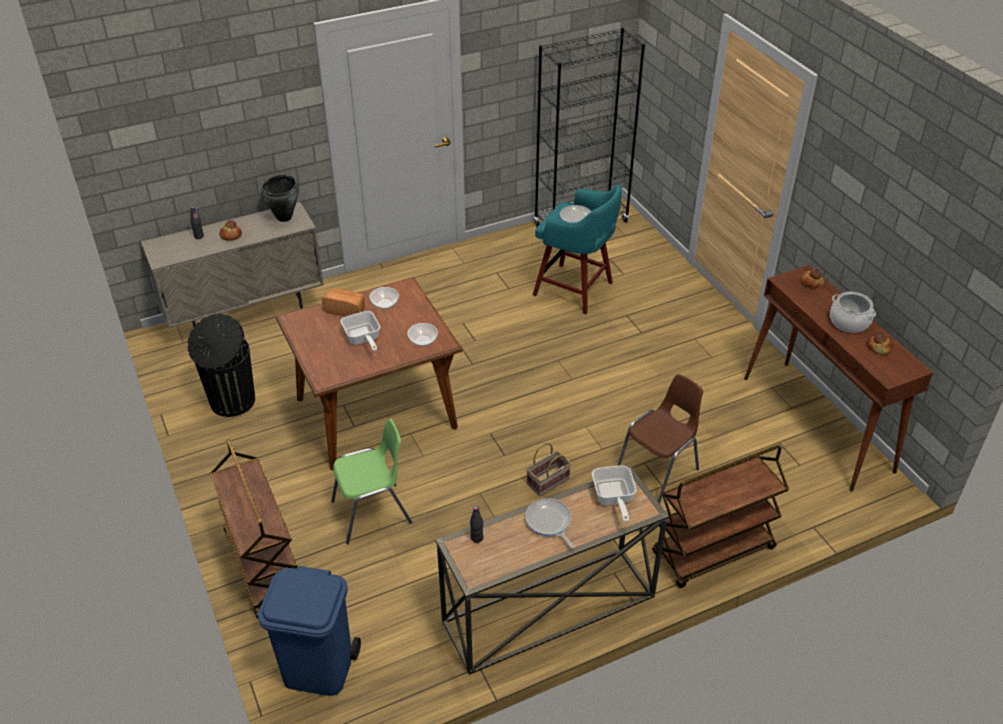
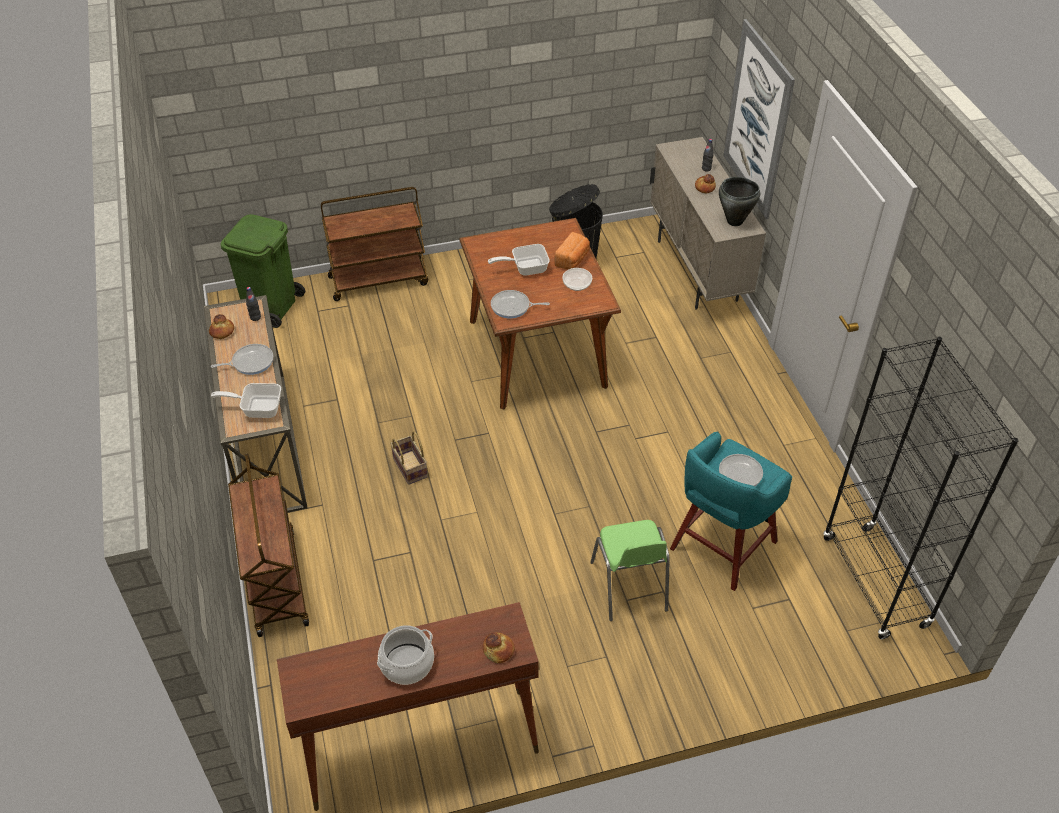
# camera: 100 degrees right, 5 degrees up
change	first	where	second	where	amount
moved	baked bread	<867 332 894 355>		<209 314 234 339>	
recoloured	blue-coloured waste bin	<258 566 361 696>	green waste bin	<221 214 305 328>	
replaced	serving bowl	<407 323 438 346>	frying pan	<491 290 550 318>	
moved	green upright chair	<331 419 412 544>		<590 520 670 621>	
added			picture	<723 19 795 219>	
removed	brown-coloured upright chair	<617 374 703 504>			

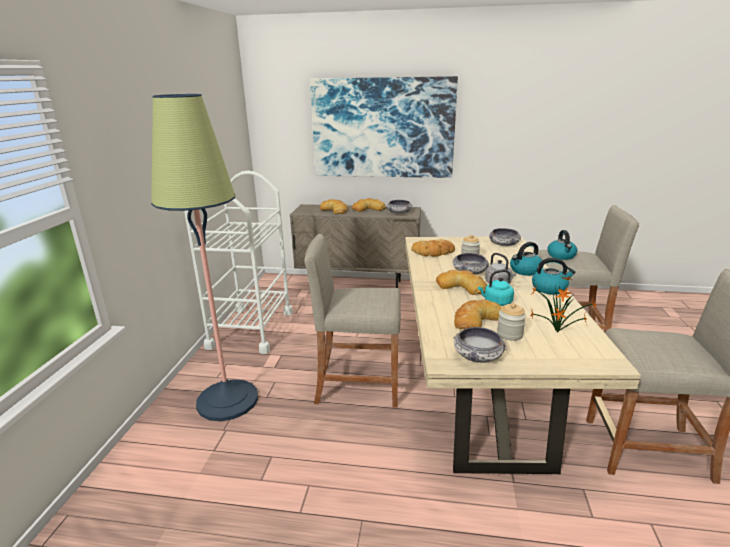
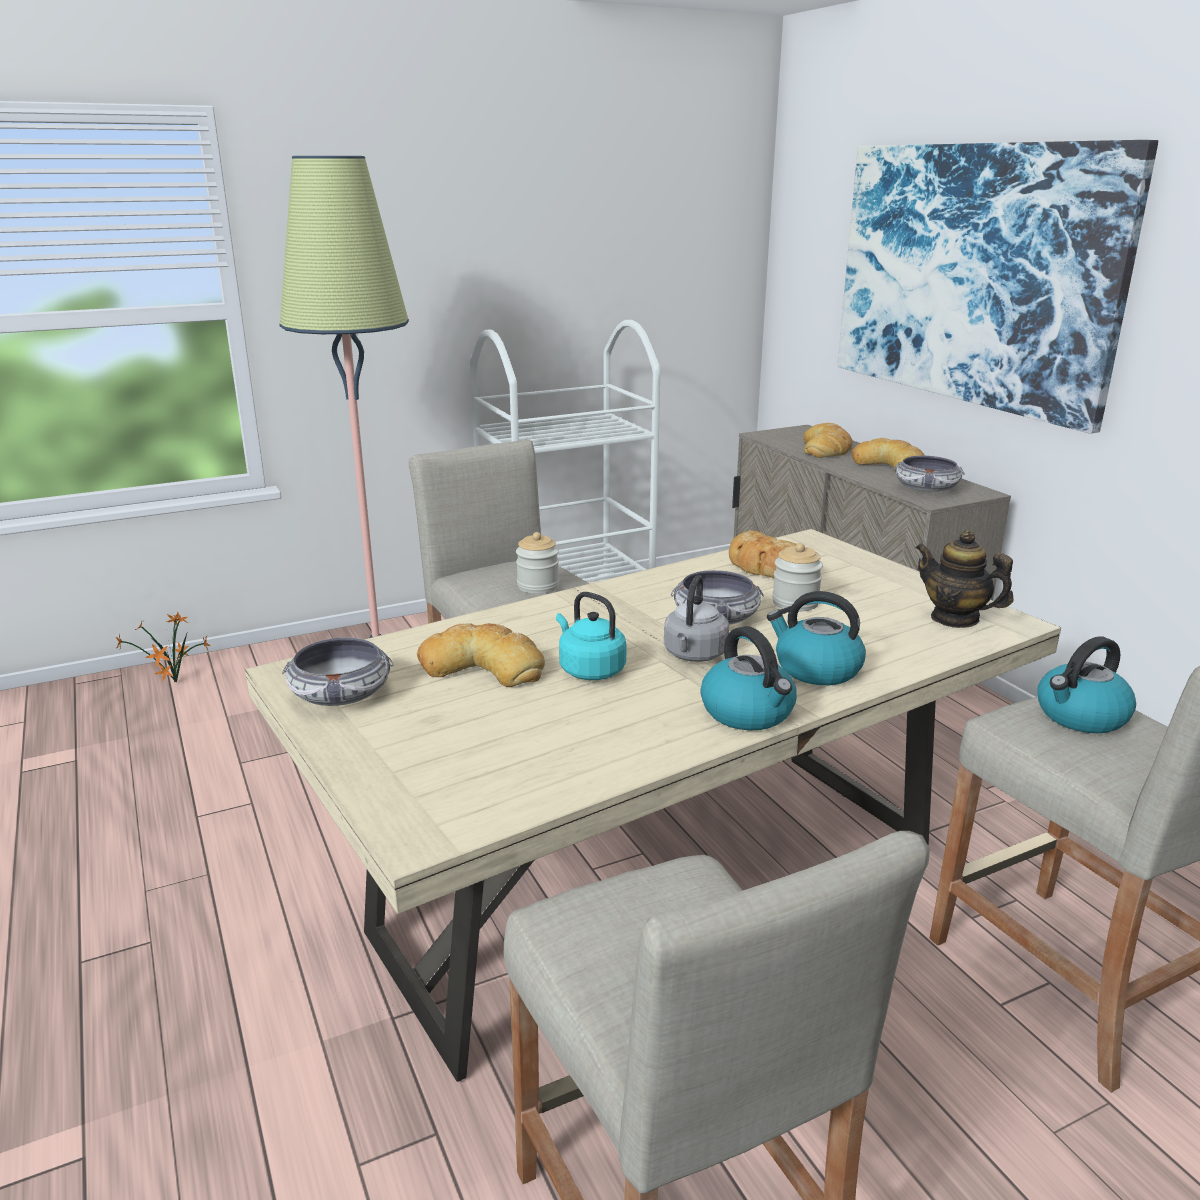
# camera: 55 degrees right, 0 degrees up
change	first	where	second	where	amount
moved	potted plant	<530 277 597 332>		<115 612 211 682>	
moved	preserve jar	<497 303 526 341>		<516 532 559 594>	
replaced	serving bowl	<489 228 521 246>	teapot	<915 530 1013 628>	
removed	baked bread	<436 269 487 295>			

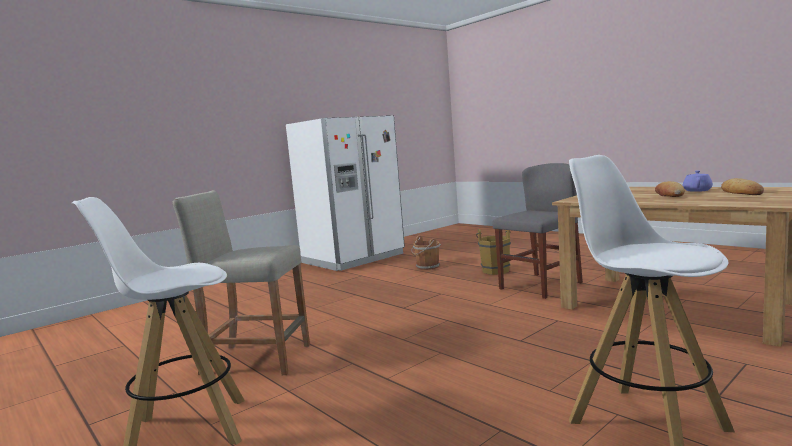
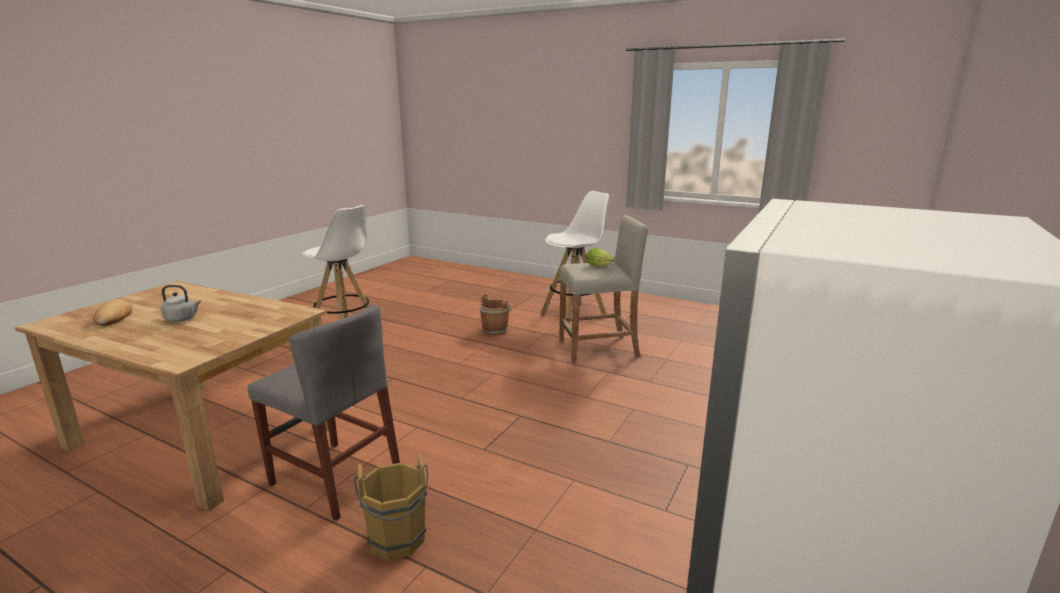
# camera: 160 degrees right, 10 degrees up
change	first	where	second	where	amount
replaced	baked bread	<655 181 685 197>	grey water kettle	<161 285 201 322>	
turned	grey upright chair	<492 163 583 299>		<248 304 400 521>	90 degrees counterclockwise
moved	brown-coloured bucket	<412 236 441 270>		<478 294 512 335>	
added			lettuce head	<587 248 615 267>	
removed	purple teapot	<683 170 713 192>			

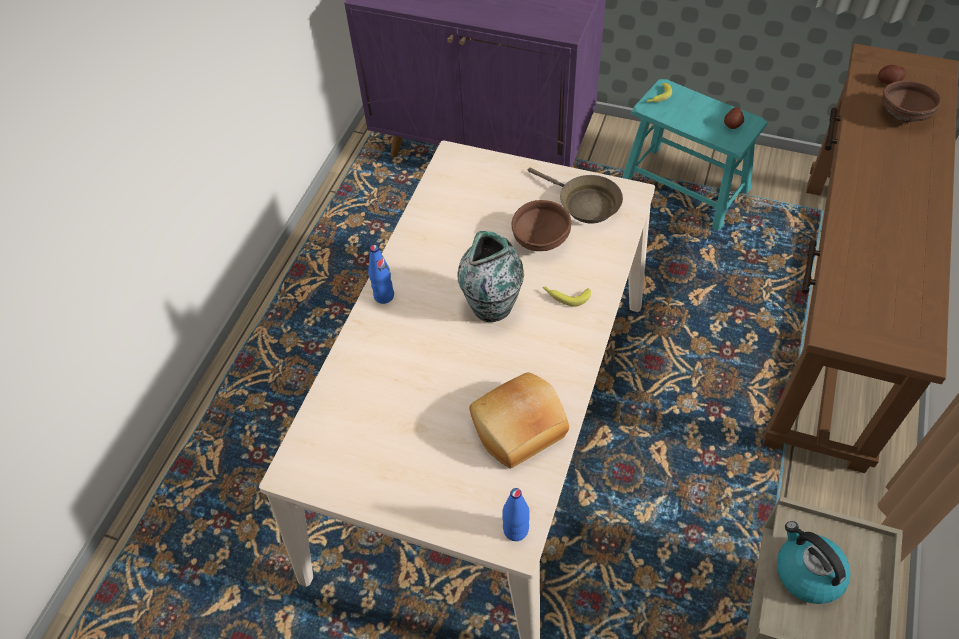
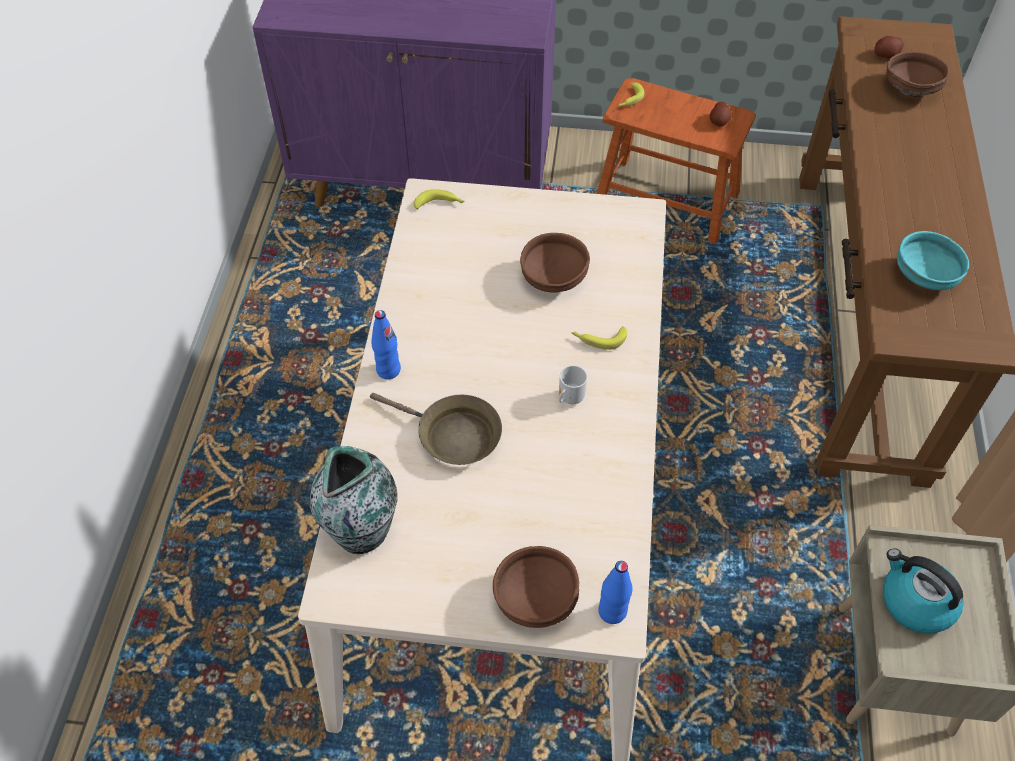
# camera: 15 degrees left, 0 degrees up
change	first	where	second	where	amount
moved	decorative vase	<457 231 524 322>		<310 446 398 554>	
moved	brown-coloured frying pan	<528 168 623 224>		<370 393 502 465>	
added			banana fruit	<414 189 465 209>	
added			brown-coloured serving bowl	<493 546 579 628>	
added			tea mug	<559 365 587 404>	
recoloured	turquoise-coloured sitting stool	<622 79 768 231>	brown-coloured sitting stool	<597 78 756 244>	
added			turquoise-coloured serving bowl	<897 231 969 290>	
removed	baked bread	<469 372 569 469>			

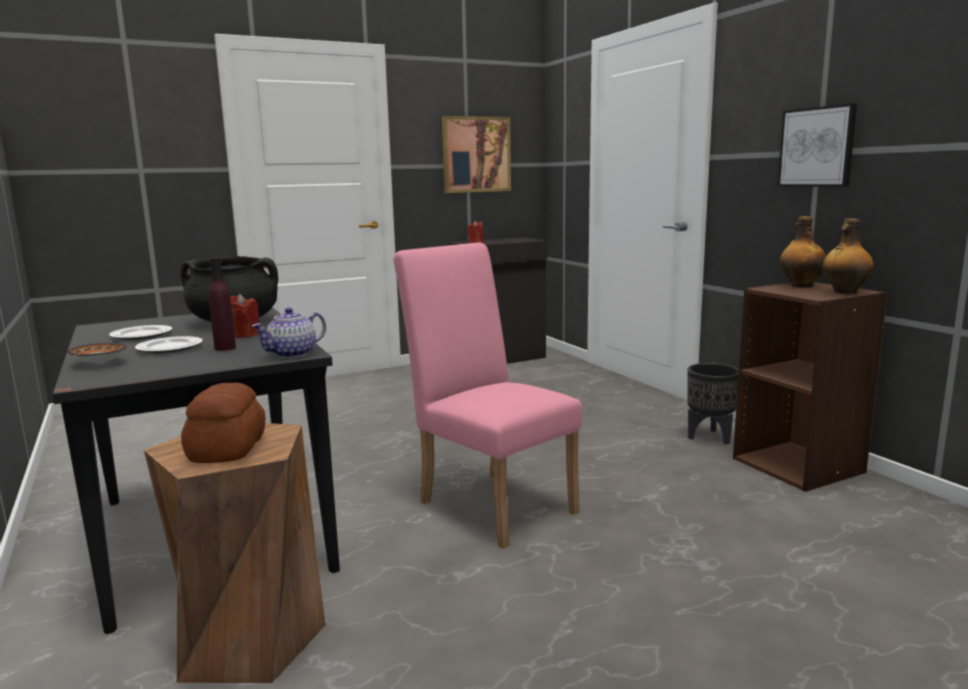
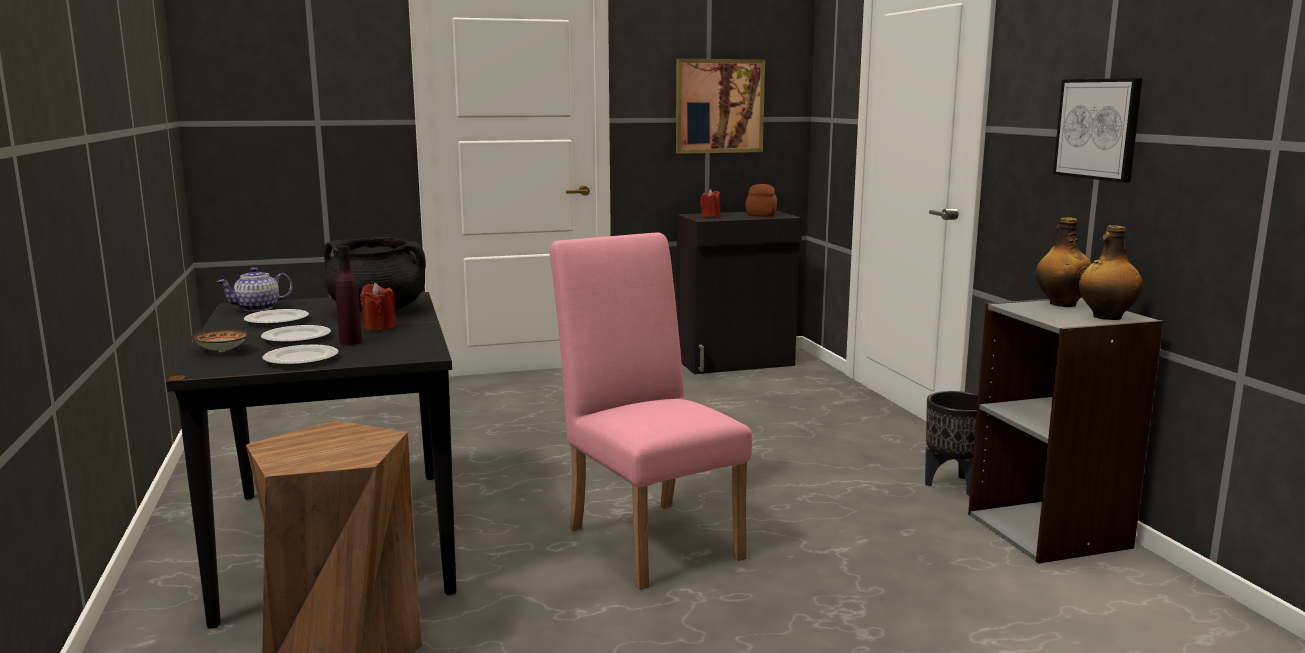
# camera: 10 degrees right, 0 degrees up
change	first	where	second	where	amount
moved	teapot	<252 308 326 358>		<217 267 293 312>	
added			flat dish	<262 344 339 366>	
moved	baked bread	<181 383 265 463>		<745 184 777 217>	
recoloured	brown-coloured bookshelf	<733 282 888 492>	grey bookshelf	<968 298 1164 564>	

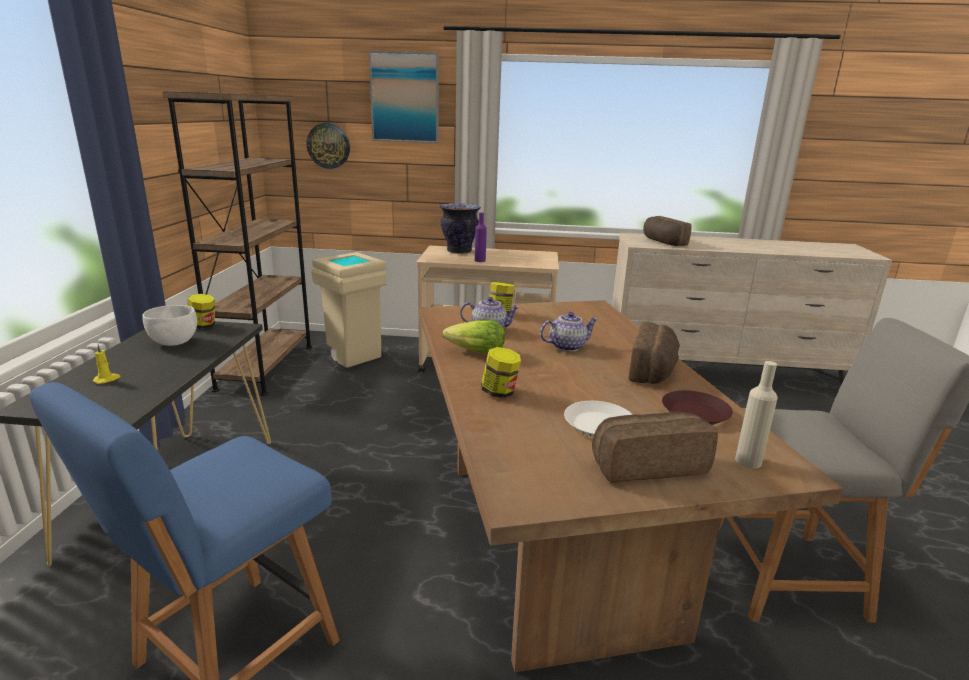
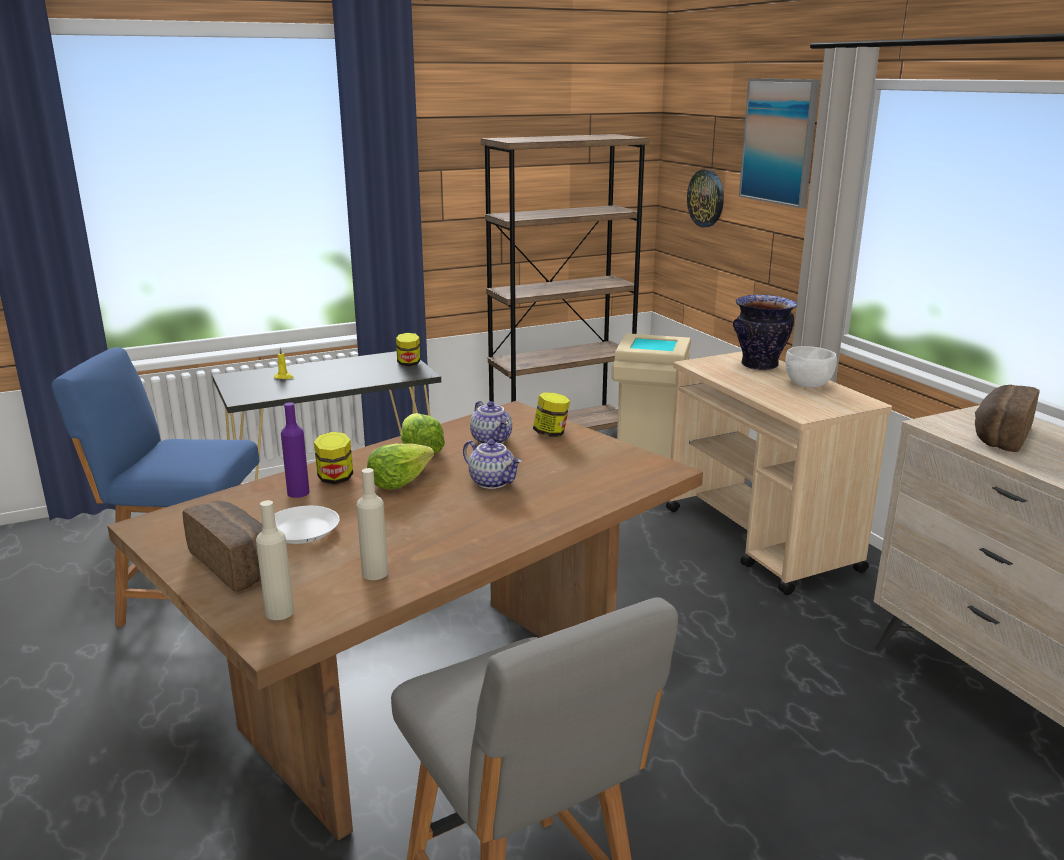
# camera: 60 degrees right, 0 degrees up
change	first	where	second	where	amount
moved	purple beverage bottle	<475 212 487 262>		<281 402 310 498>	
replaced	brown-coloured flat dish	<662 390 733 425>	sand-coloured beverage bottle	<356 468 388 580>	
added			lettuce head	<367 443 434 489>	
moved	white serving bowl	<142 305 197 346>		<785 346 837 388>	
removed	baked bread	<629 322 680 384>			

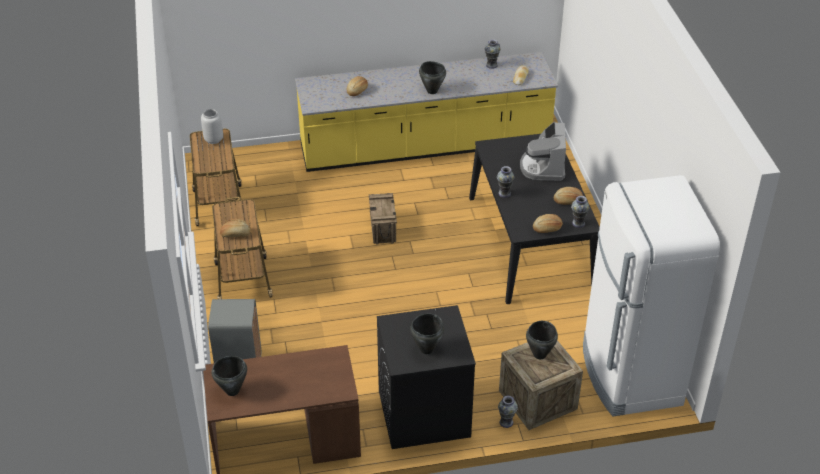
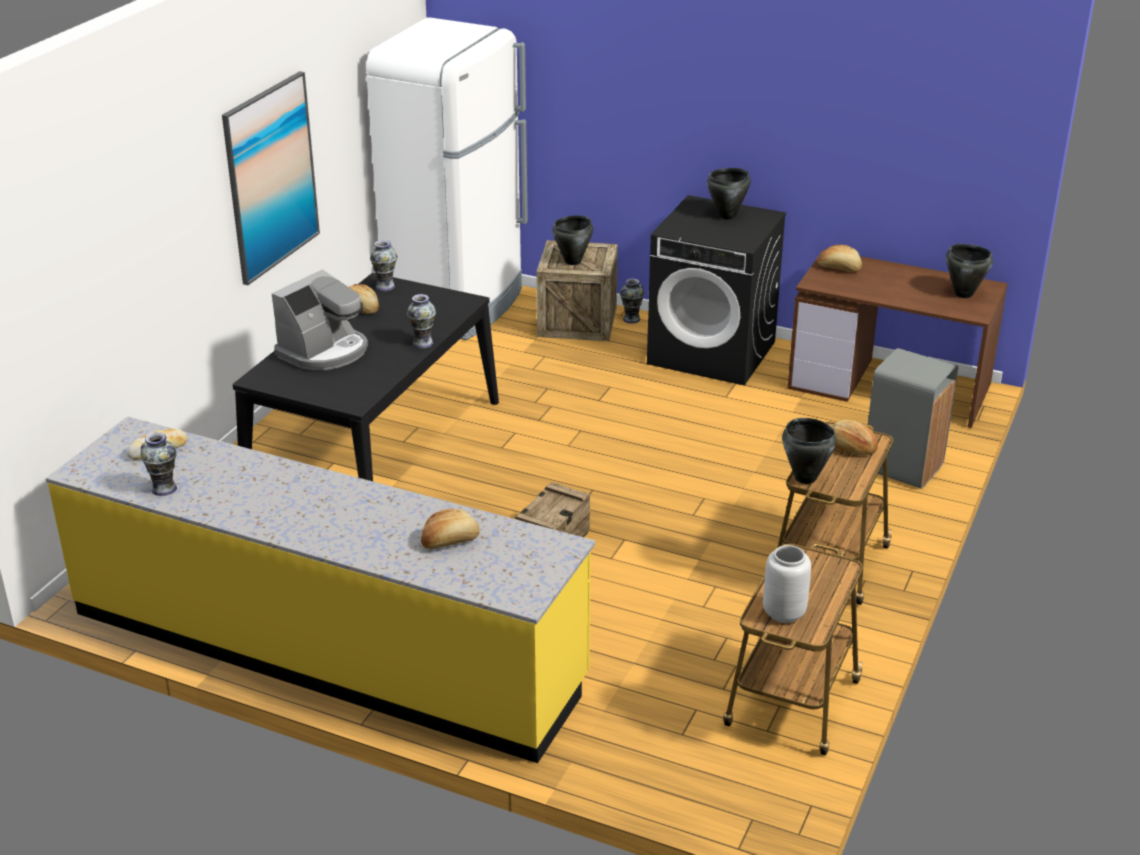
# camera: 145 degrees left, 10 degrees down
change	first	where	second	where	amount
added			picture	<222 71 320 285>	
moved	black-coloured cooking pot	<419 61 446 94>		<782 418 837 484>	
moved	baked bread	<533 214 563 233>		<818 245 862 272>	

